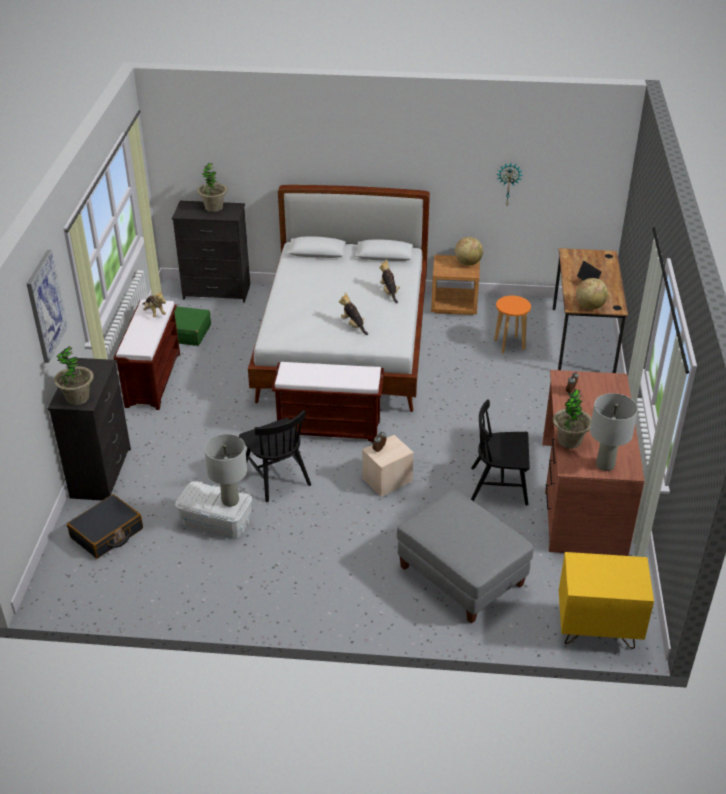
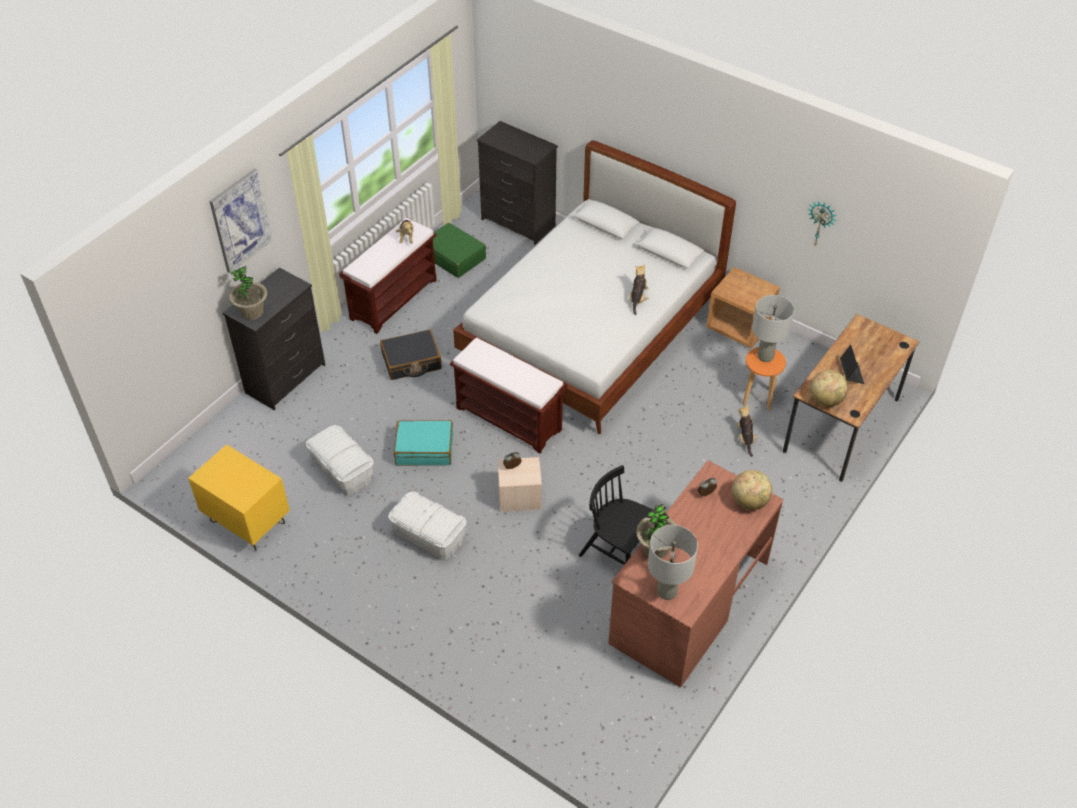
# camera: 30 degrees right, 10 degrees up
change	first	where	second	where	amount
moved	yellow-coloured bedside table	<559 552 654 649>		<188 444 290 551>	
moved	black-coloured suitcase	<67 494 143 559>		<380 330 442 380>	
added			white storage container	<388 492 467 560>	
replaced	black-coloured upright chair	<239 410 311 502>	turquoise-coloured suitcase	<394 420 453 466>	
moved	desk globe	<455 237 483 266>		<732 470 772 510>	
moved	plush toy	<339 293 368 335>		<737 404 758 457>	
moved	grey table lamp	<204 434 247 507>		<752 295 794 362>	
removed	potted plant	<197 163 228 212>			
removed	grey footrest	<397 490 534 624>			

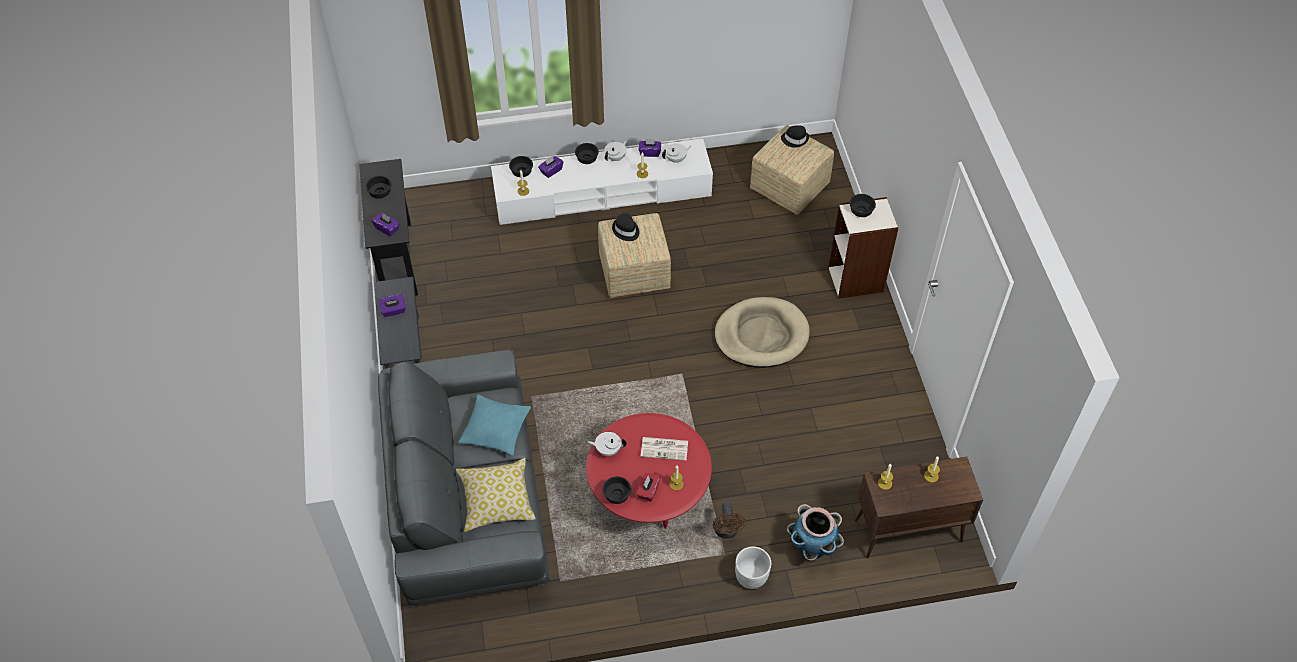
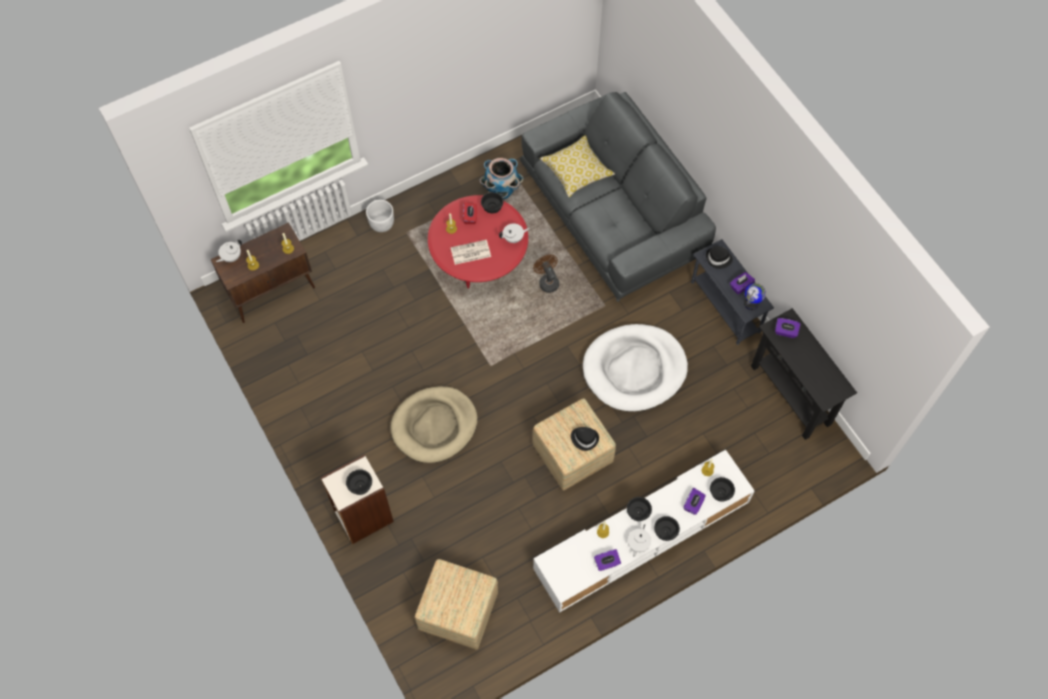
# camera: 160 degrees right, 10 degrees up
change	first	where	second	where	amount
moved	white teapot	<662 143 692 163>		<216 239 242 262>	
moved	flower pot	<787 504 844 561>		<480 158 523 200>	
moved	brown-coloured cooling fan	<713 502 746 539>		<533 255 559 293>	
added			white pet bed	<583 324 688 412>	
moved	black-coloured serving bowl	<366 176 391 199>		<627 497 652 521>	
moved	black-coloured wearable hat	<781 125 809 148>		<706 246 733 269>	
added			desk globe	<744 283 766 310>	
removed	turquoise-coloured pillow	<458 395 531 456>			

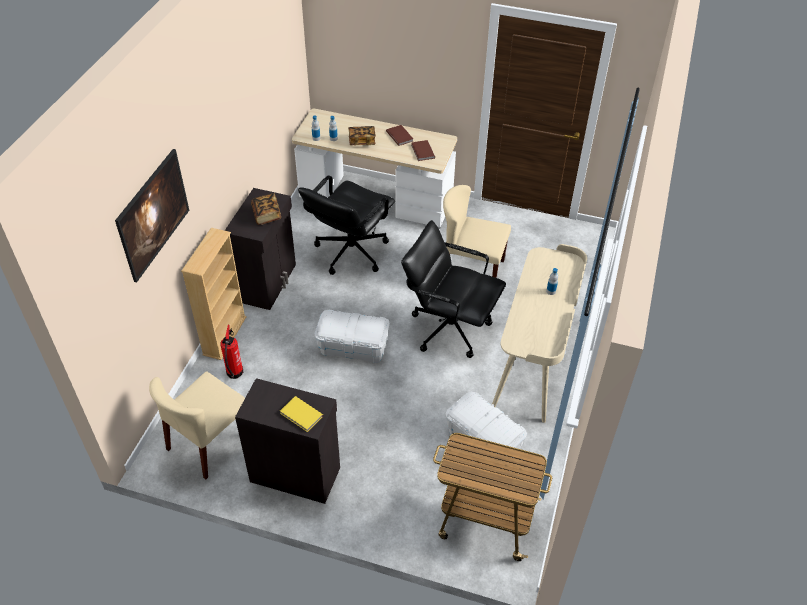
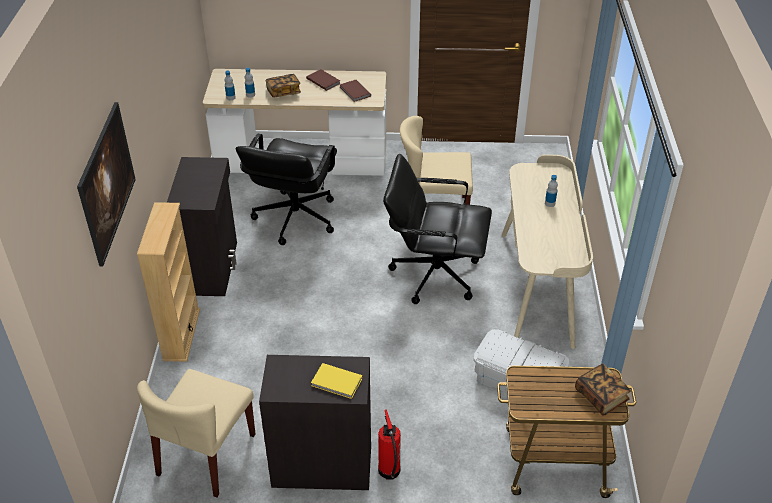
# camera: 15 degrees left, 5 degrees down
change	first	where	second	where	amount
moved	fire extinguisher	<220 325 243 379>		<378 409 401 480>	
moved	book	<251 194 281 225>		<575 364 631 416>	
removed	white storage container	<315 310 390 363>			

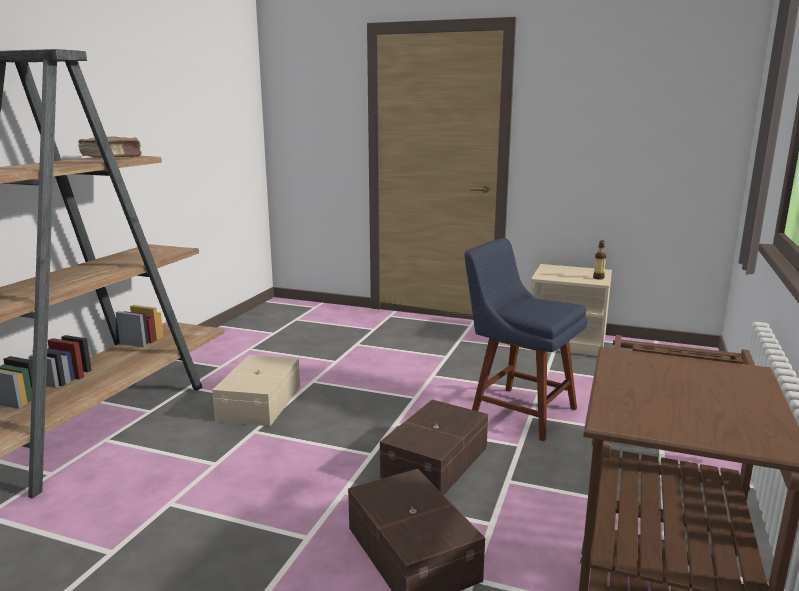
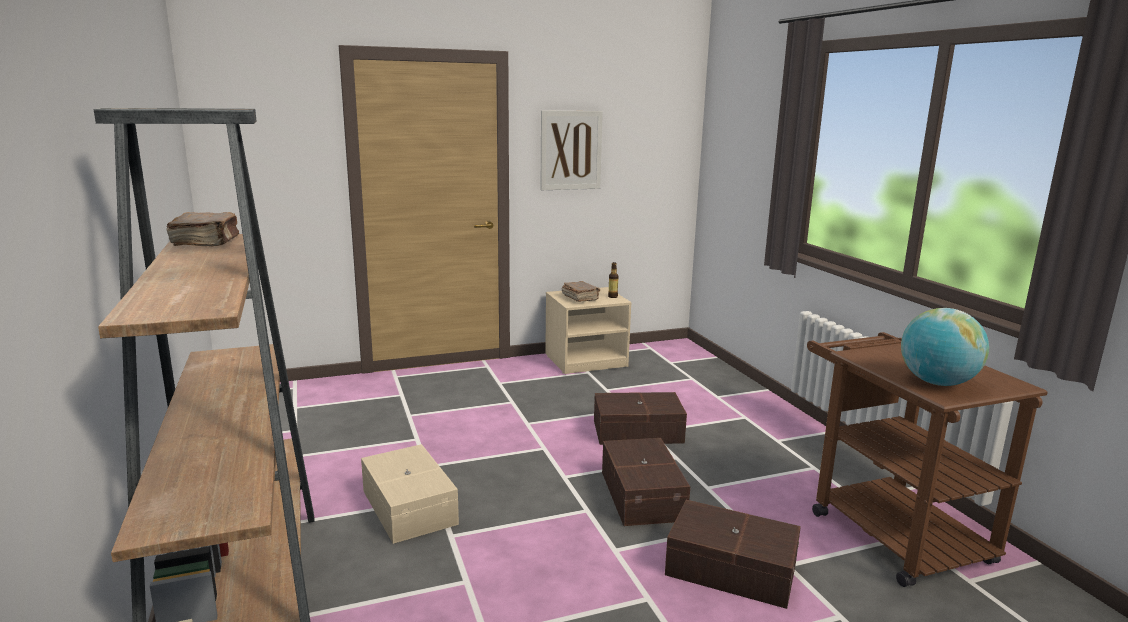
# camera: 40 degrees left, 0 degrees up
change	first	where	second	where	amount
added			picture	<540 110 603 190>	
added			brown-coloured book	<562 281 600 302>	
replaced	blue-coloured upright chair	<464 238 588 441>	brown-coloured storage container	<594 392 687 445>	
added			desk globe	<901 308 989 386>	

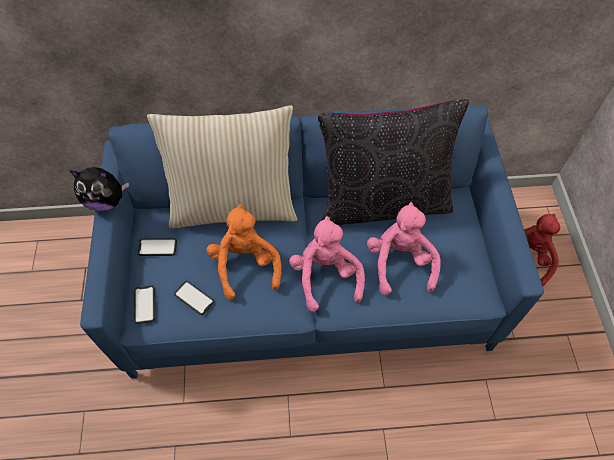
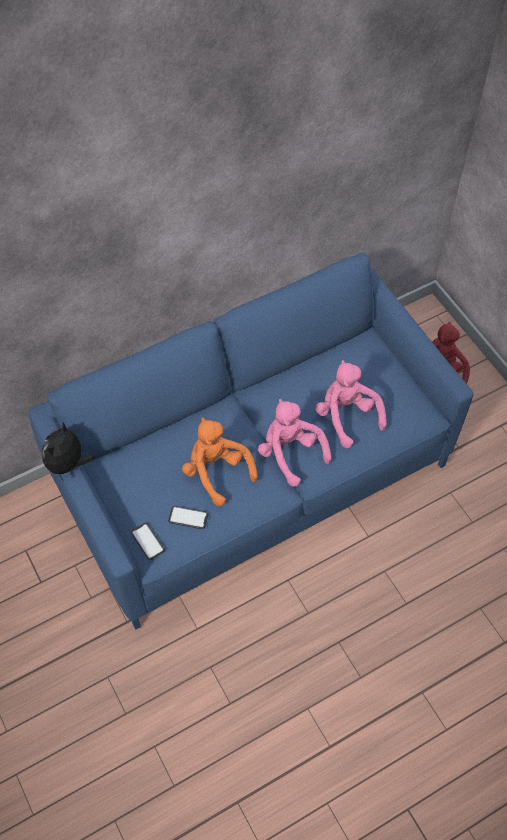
# camera: 25 degrees left, 0 degrees up
change	first	where	second	where	amount
turned	plush toy	<69 167 129 211>		<42 422 95 480>	135 degrees clockwise
removed	handset	<138 238 177 256>			
removed	sand-coloured pillow	<147 105 297 229>			
removed	black-coloured pillow	<318 99 469 225>			

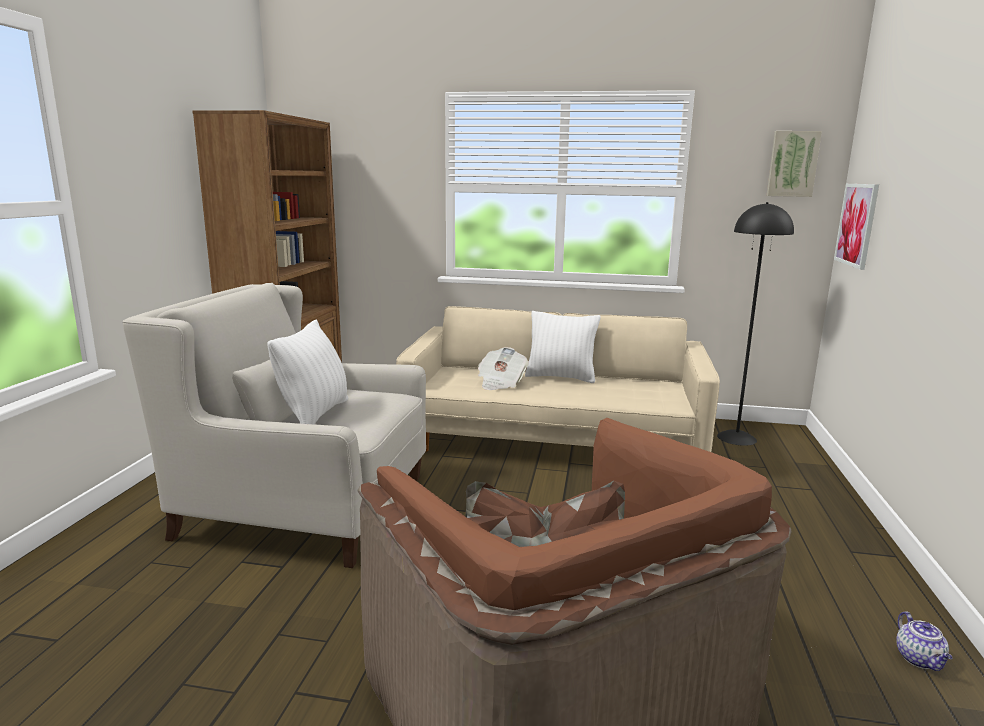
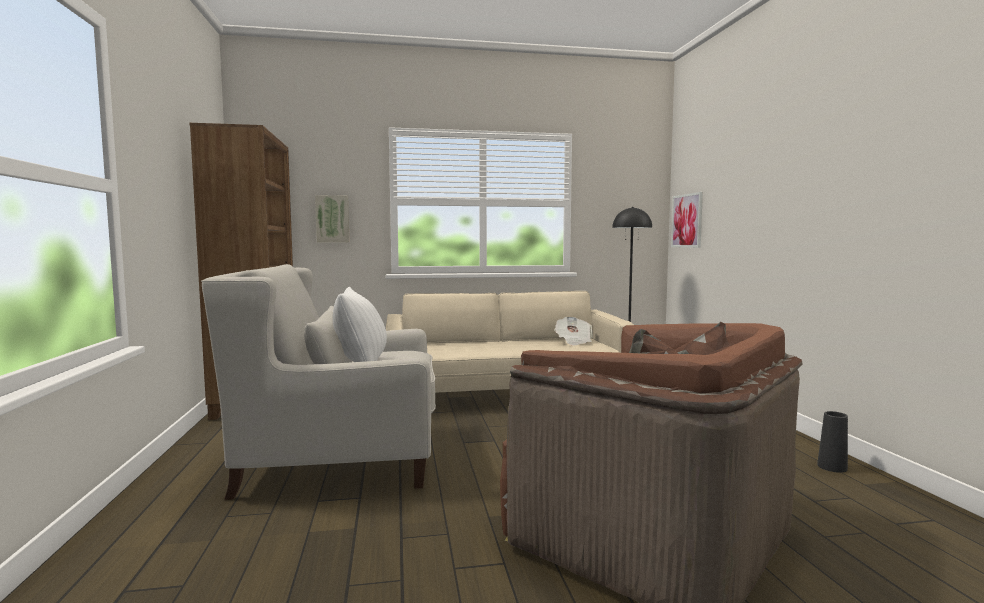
# camera: 20 degrees left, 10 degrees down
change	first	where	second	where	amount
moved	picture	<767 131 822 197>		<315 195 350 243>	
moved	newspaper	<478 347 529 390>		<554 317 593 345>	
replaced	teapot	<896 612 953 671>	black-coloured decorative vase	<817 411 848 473>	
removed	white pillow	<525 311 601 383>			

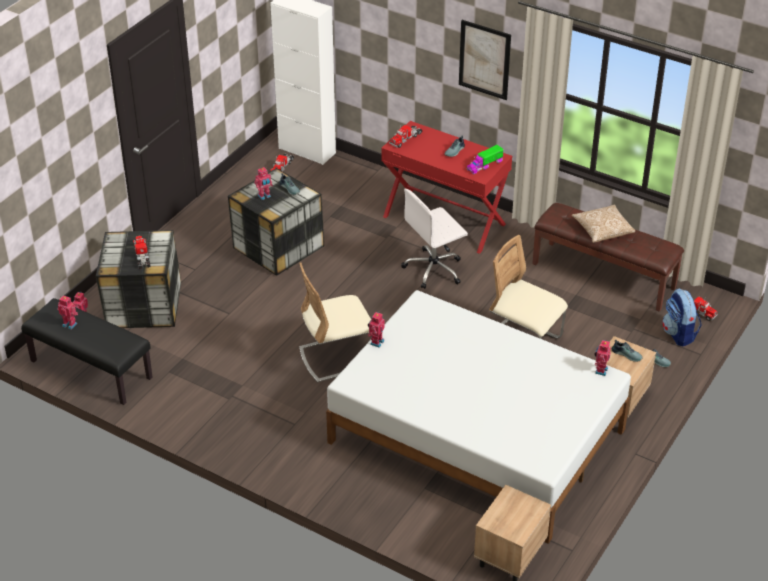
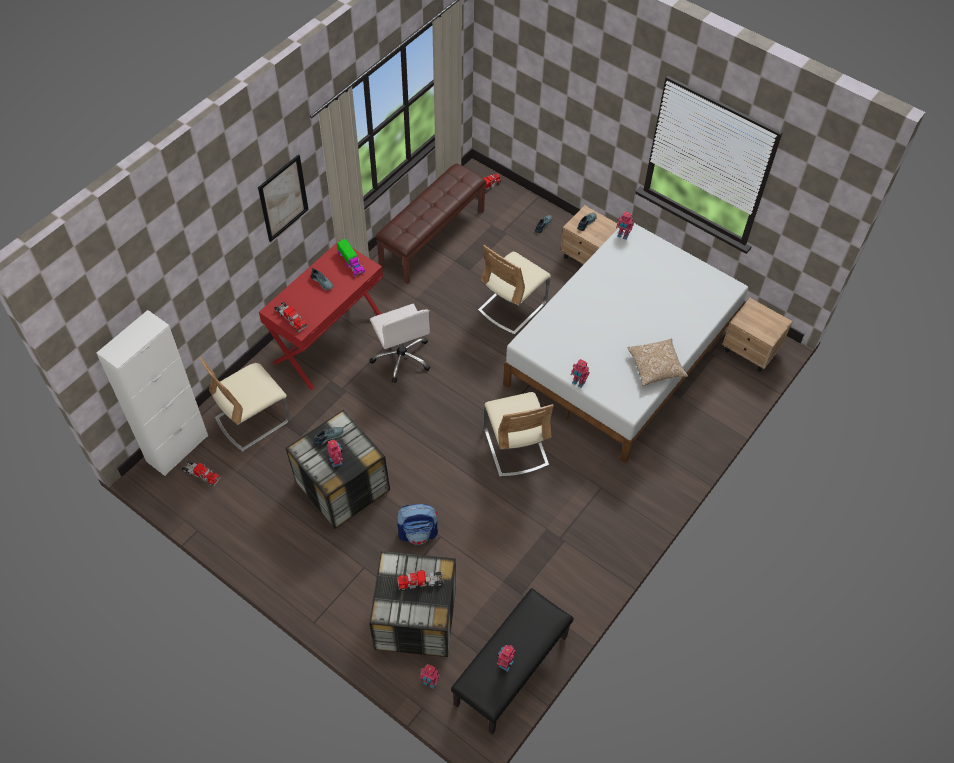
# camera: 85 degrees left, 15 degrees up
change	first	where	second	where	amount
added			sand-coloured upright chair	<199 357 290 452>	
moved	rucksack	<662 288 702 346>		<397 504 438 545>	
moved	pillow	<572 204 636 243>		<627 339 688 386>	

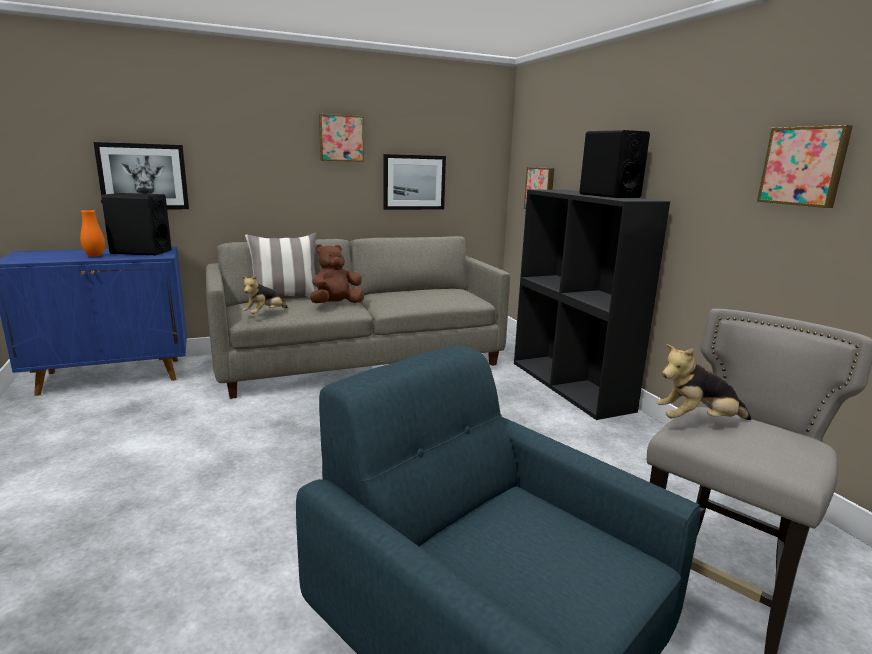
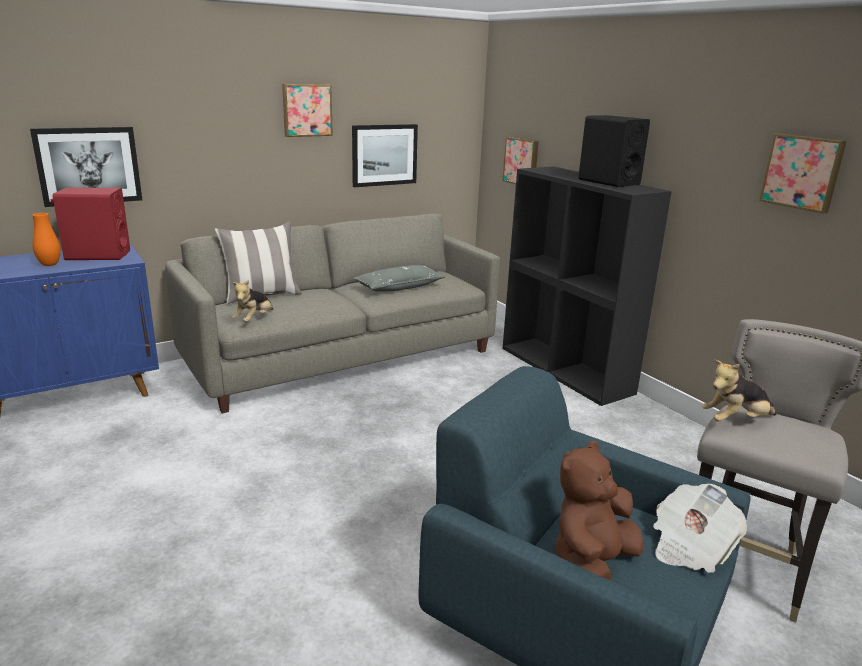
# camera: 10 degrees left, 5 degrees up
change	first	where	second	where	amount
recoloured	black-coloured loudspeaker	<101 193 171 255>	red-coloured loudspeaker	<51 187 130 260>	
added			grey pillow	<353 265 445 292>	
moved	brown-coloured plush toy	<310 244 364 303>		<555 441 643 580>	
added			newspaper	<653 484 747 573>	

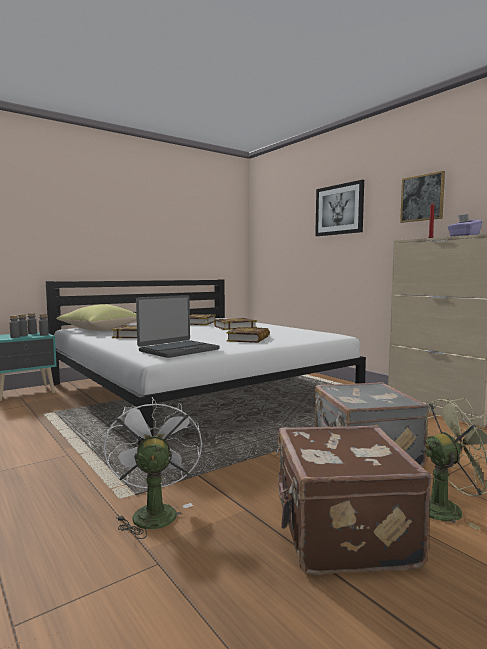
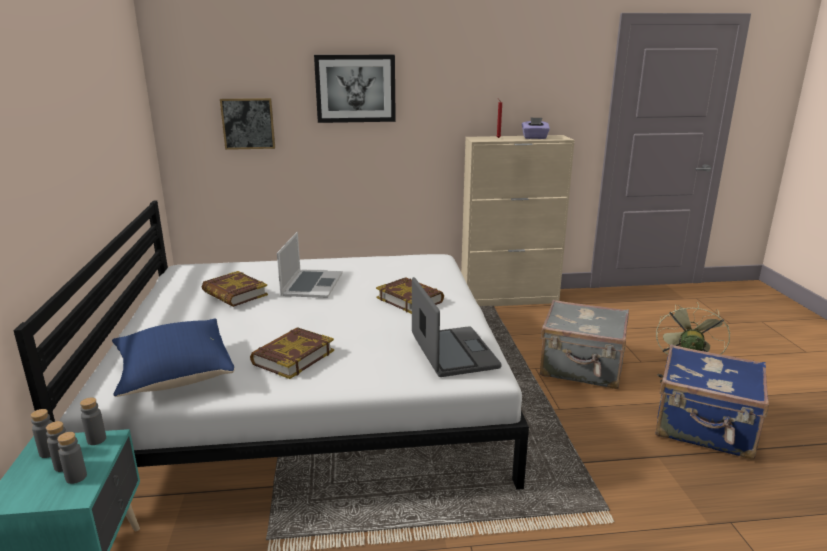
# camera: 60 degrees left, 15 degrees up
change	first	where	second	where	amount
recoloured	yellow-coloured pillow	<56 304 137 331>	blue-coloured pillow	<112 318 235 397>	
moved	picture	<400 171 445 223>		<220 98 275 150>	
replaced	book	<214 318 257 330>	portable computer	<277 232 342 298>	
recoloured	brown-coloured suitcase	<276 425 431 575>	blue-coloured suitcase	<655 344 769 460>	
removed	white cooling fan	<104 397 202 539>			

